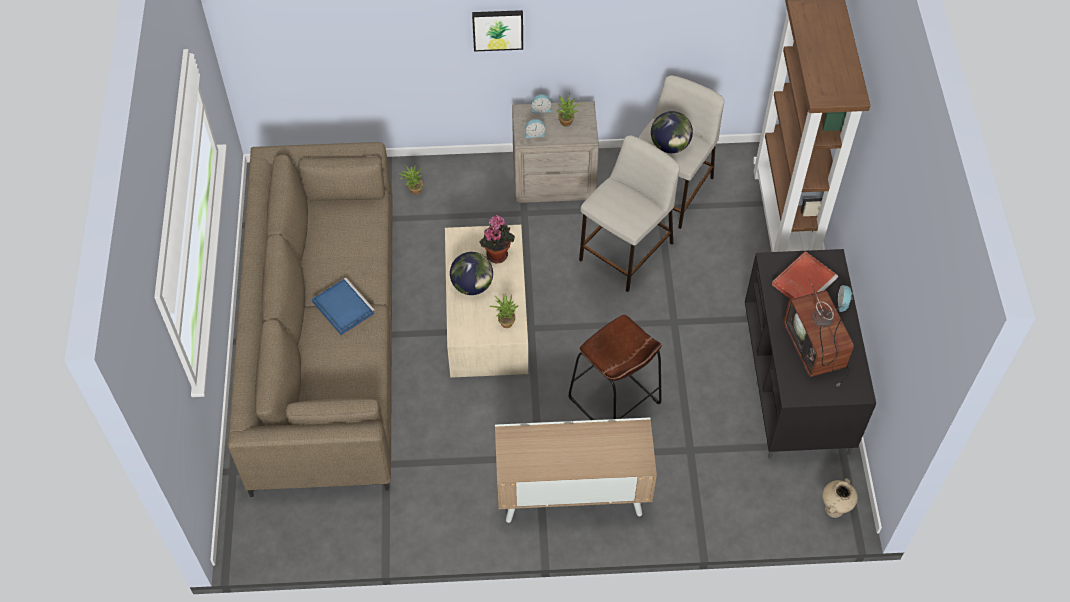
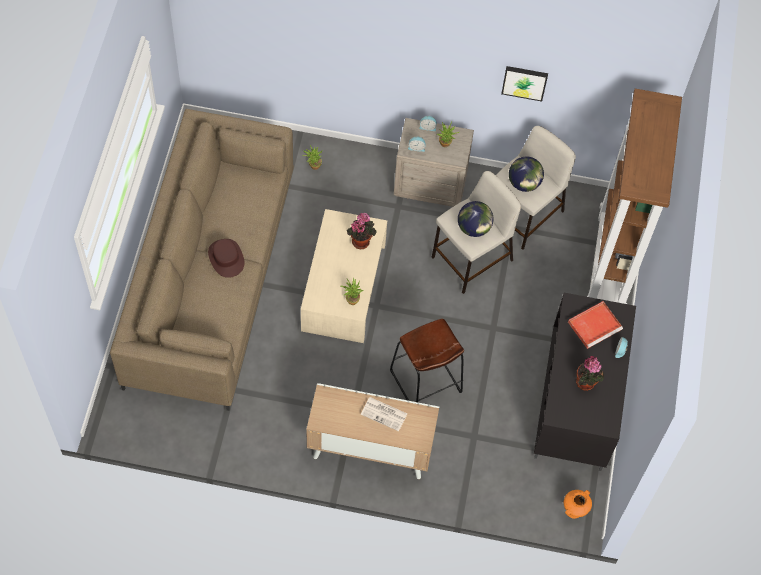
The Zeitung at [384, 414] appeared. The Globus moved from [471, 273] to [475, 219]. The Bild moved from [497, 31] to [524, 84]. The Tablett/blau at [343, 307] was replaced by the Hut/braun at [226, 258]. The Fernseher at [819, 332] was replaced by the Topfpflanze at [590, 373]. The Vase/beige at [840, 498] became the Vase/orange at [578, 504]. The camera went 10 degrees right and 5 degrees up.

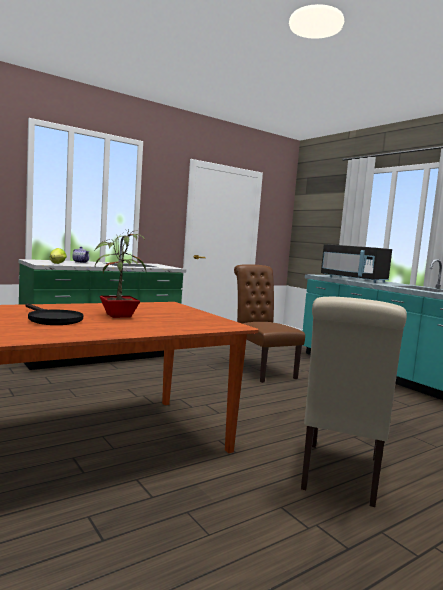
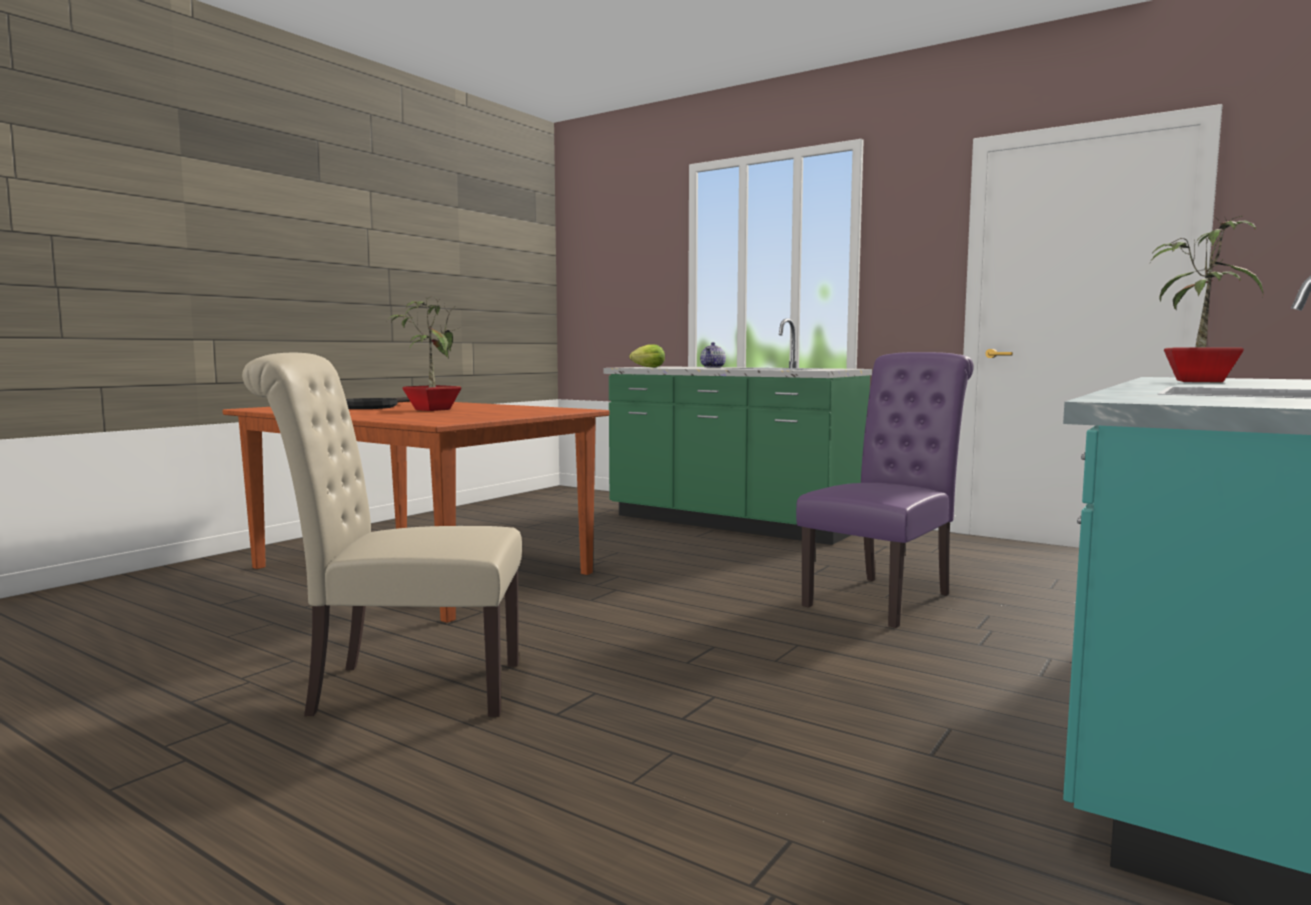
The Mikrowelle/schwarz at [356, 263] was replaced by the Topfpflanze at [1207, 299]. The Stuhl/braun at [269, 323] became the Stuhl/lila at [885, 490]. The camera went 70 degrees right and 0 degrees up.

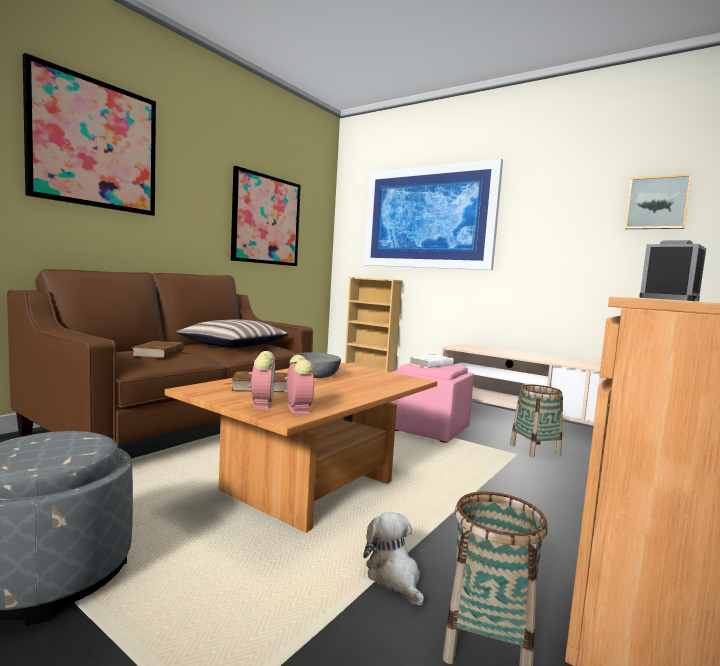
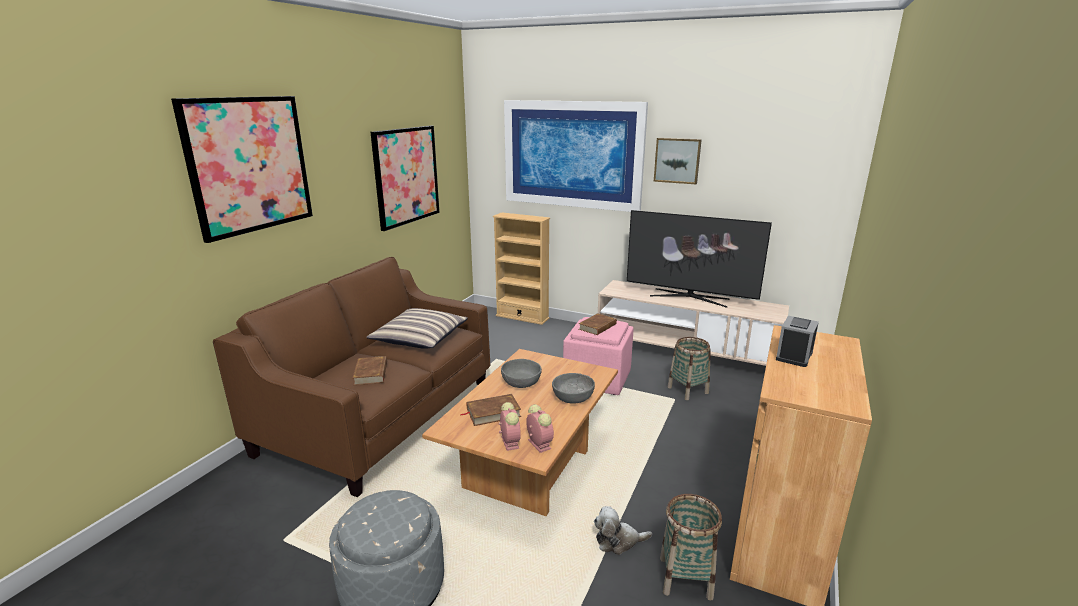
The Schüssel/grau at [573, 388] appeared. The Fernseher at [699, 259] appeared. The Bild moved from [658, 201] to [678, 161]. The Buch/weiß at [431, 361] became the Buch/braun at [598, 324]. The Plüschtier at [393, 559] turned 60 degrees counterclockwise. The camera went 10 degrees left and 15 degrees up.

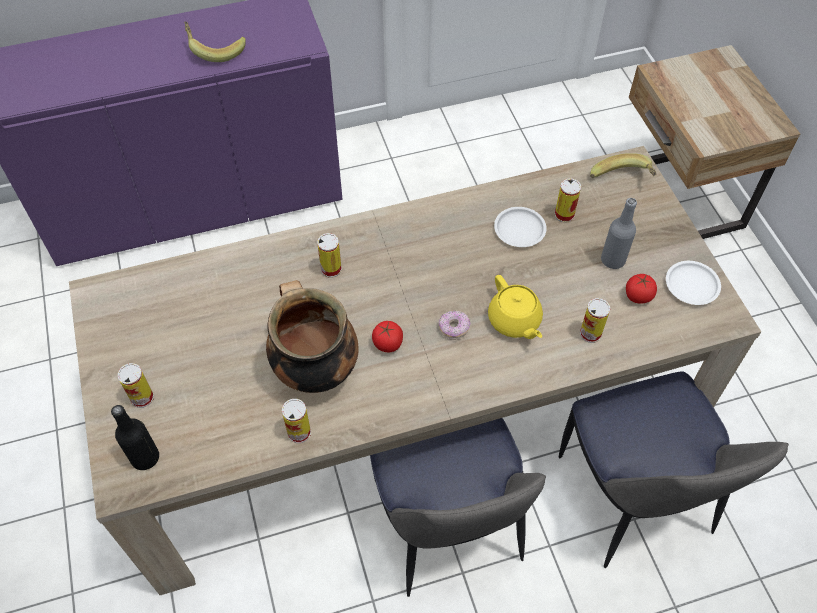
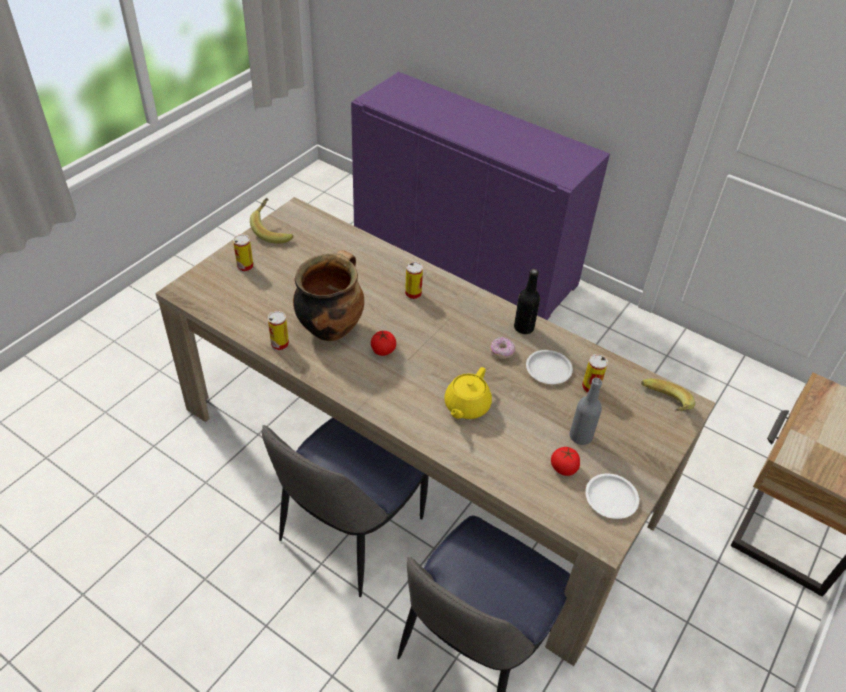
The Dose at [595, 320] disappeared. The Flasche/schwarz moved from [135, 437] to [527, 301]. The Banane moved from [215, 41] to [271, 221]. The Donut moved from [454, 325] to [502, 348]. The camera went 50 degrees right and 10 degrees down.

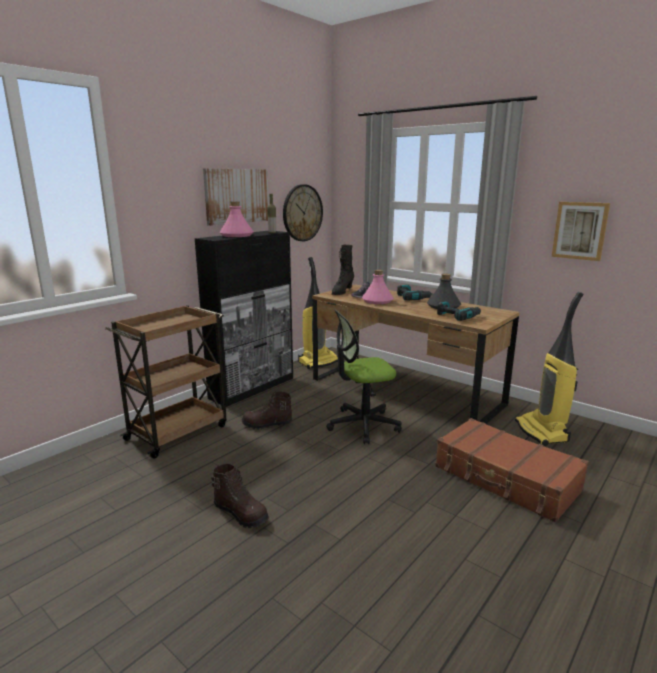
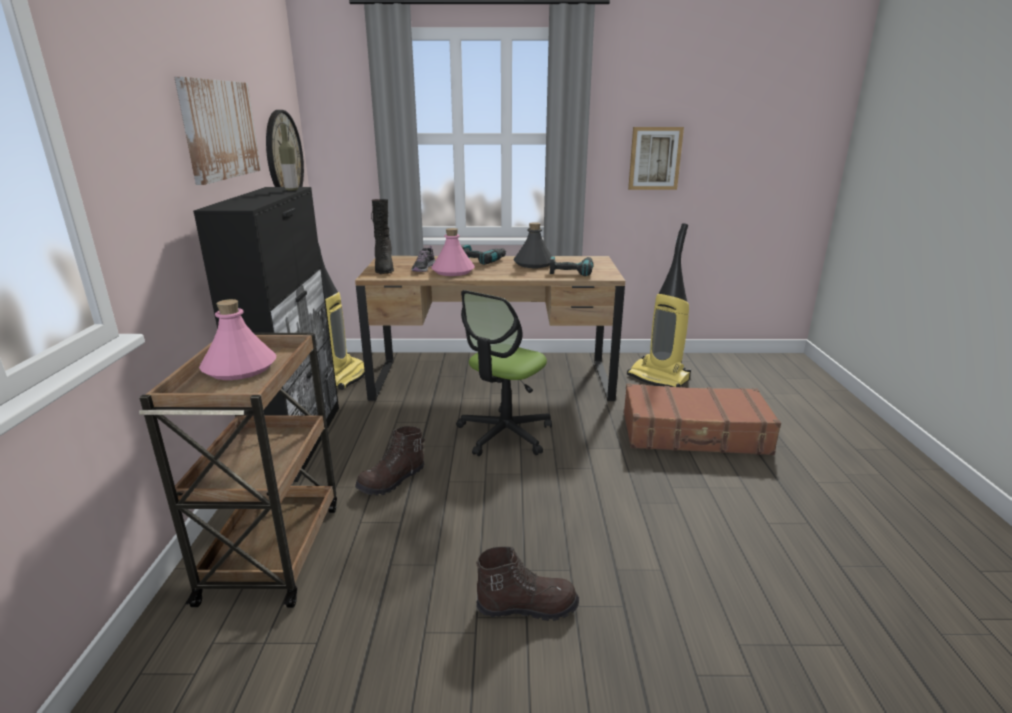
The Flasche/rosa moved from [237, 219] to [237, 339]. The camera went 40 degrees left and 5 degrees up.

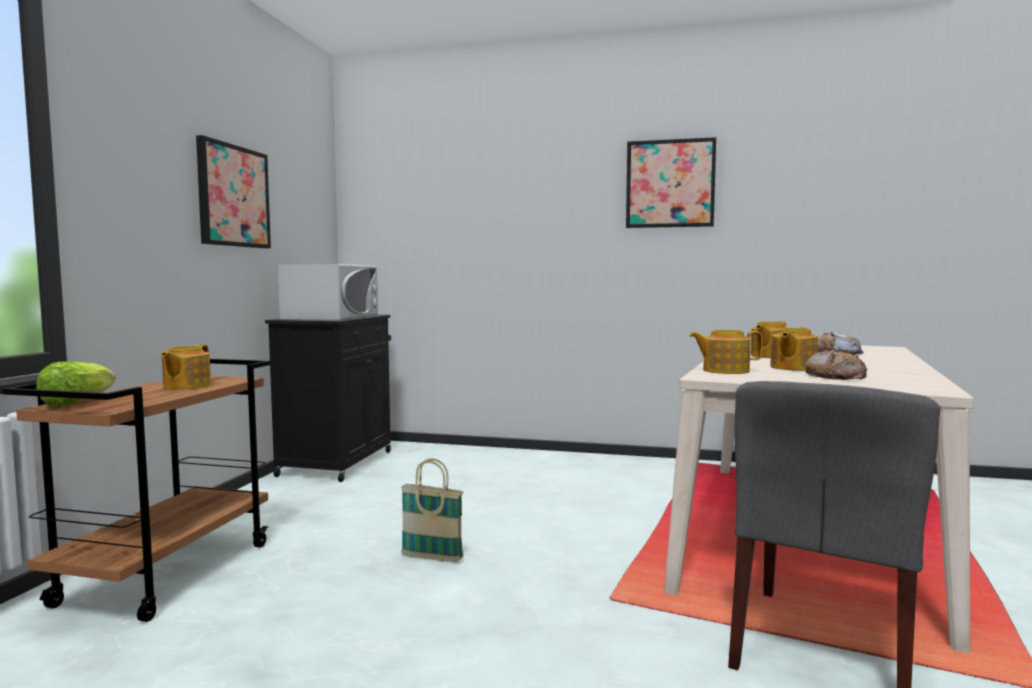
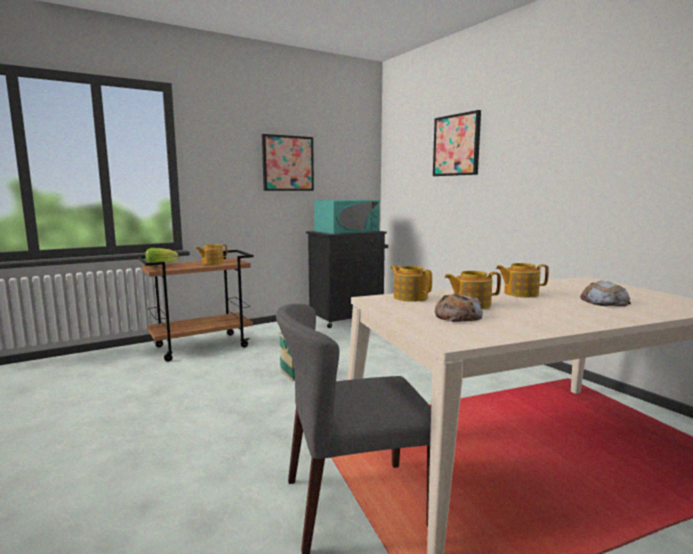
The Bild moved from [671, 182] to [457, 143]. The Mikrowelle/weiß at [328, 292] became the Mikrowelle/türkis at [347, 217]. The camera went 45 degrees right and 5 degrees up.

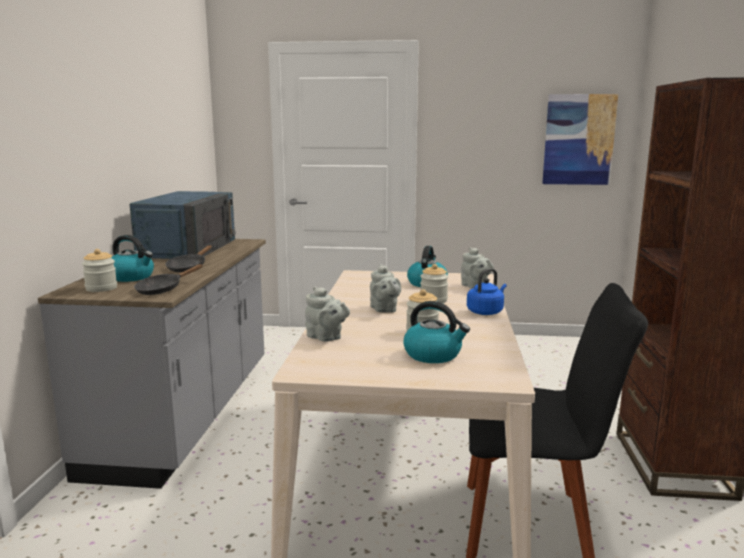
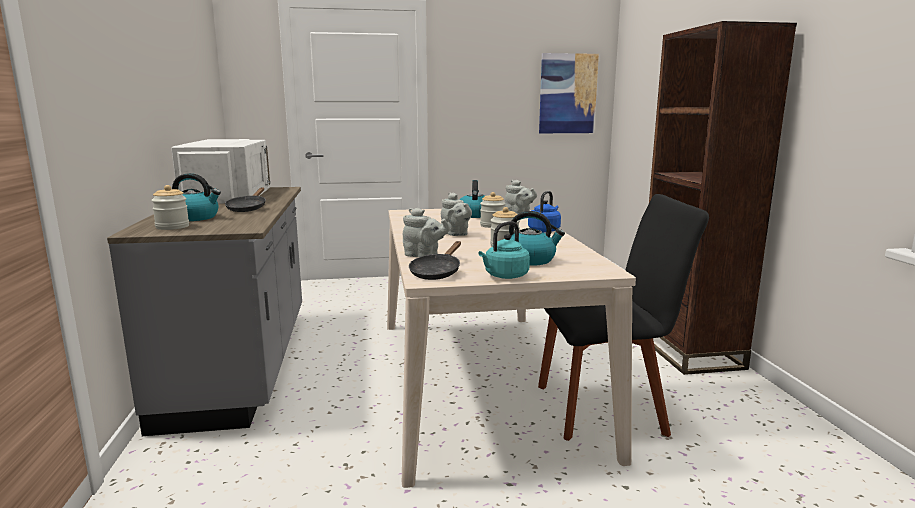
The Wasserkessel/türkis at [504, 250] appeared. The Pfanne/schwarz moved from [168, 279] to [435, 260]. The Mikrowelle/blau at [182, 225] became the Mikrowelle/weiß at [220, 171]. The camera went 15 degrees left and 0 degrees up.

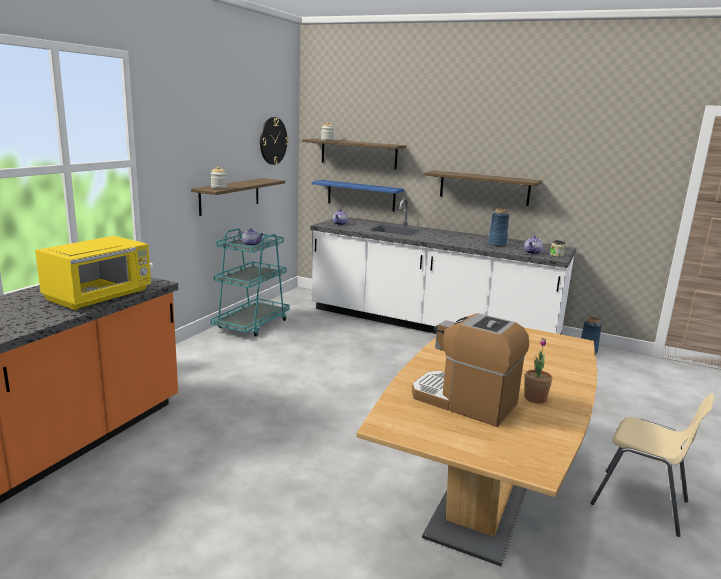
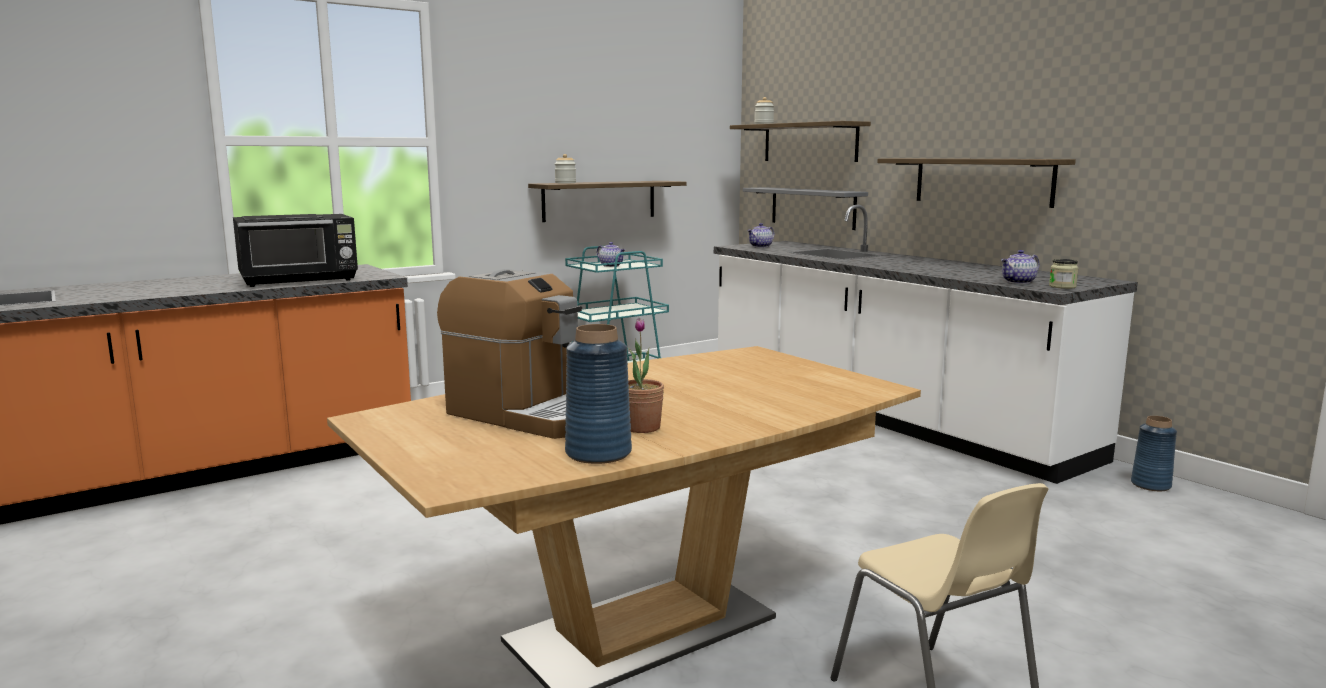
The Wanduhr at [274, 141] disappeared. The Vase/blau moved from [498, 227] to [598, 394]. The Mikrowelle/gelb at [93, 273] became the Mikrowelle/schwarz at [295, 250]. The Wandregal/blau at [358, 196] became the Wandregal/grau at [805, 208]. The Kaffeemaschine at [470, 370] turned 150 degrees clockwise. The camera went 30 degrees right and 5 degrees down.

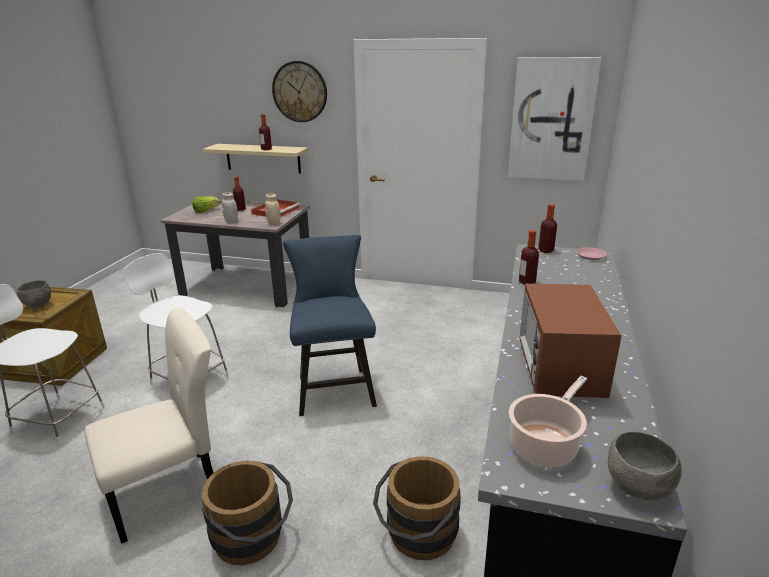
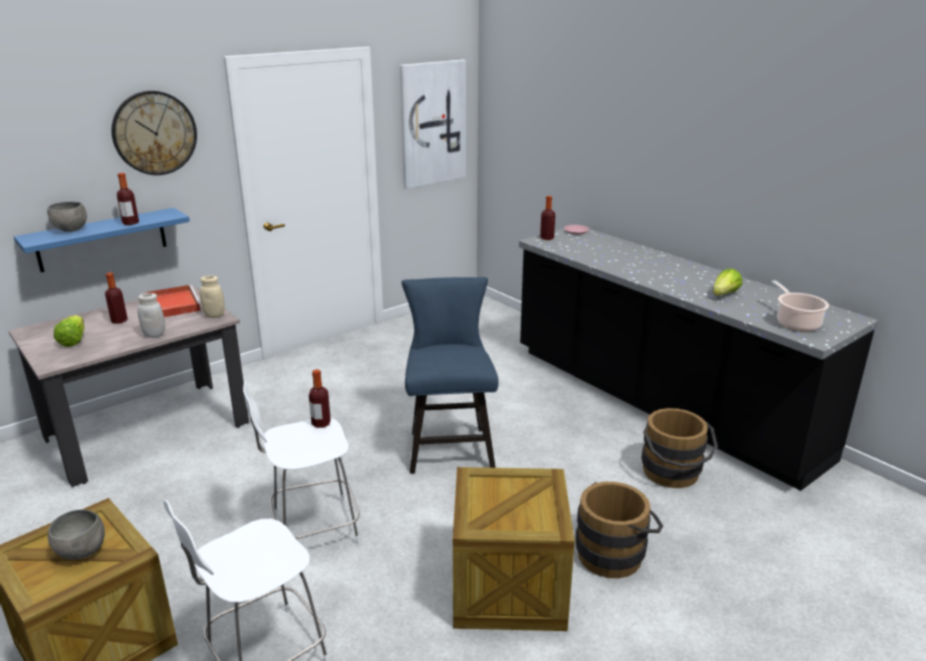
The Flasche moved from [529, 257] to [320, 399]. The Schüssel/grau moved from [645, 466] to [67, 217]. The Stuhl/beige at [149, 426] was replaced by the Kiste at [514, 549]. The Mikrowelle at [570, 341] was replaced by the Salatkopf at [727, 282]. The Wandregal/beige at [255, 159] became the Wandregal/blau at [102, 240]. The Stuhl/blau at [330, 325] turned 60 degrees clockwise. The camera went 55 degrees left and 0 degrees up.

